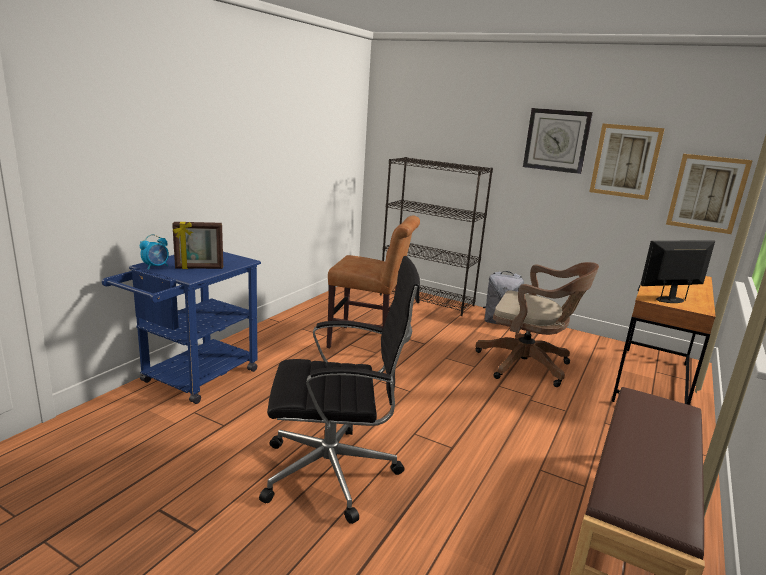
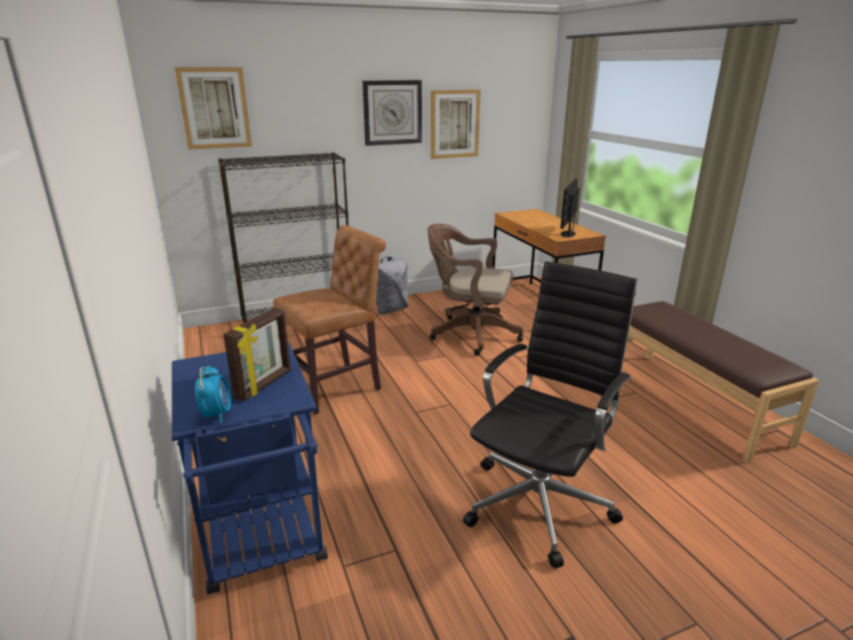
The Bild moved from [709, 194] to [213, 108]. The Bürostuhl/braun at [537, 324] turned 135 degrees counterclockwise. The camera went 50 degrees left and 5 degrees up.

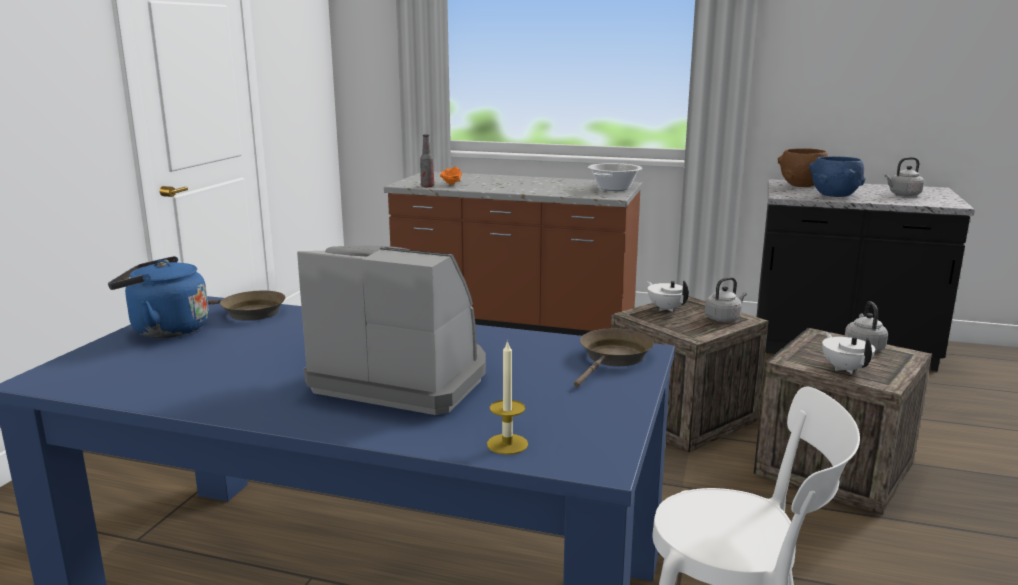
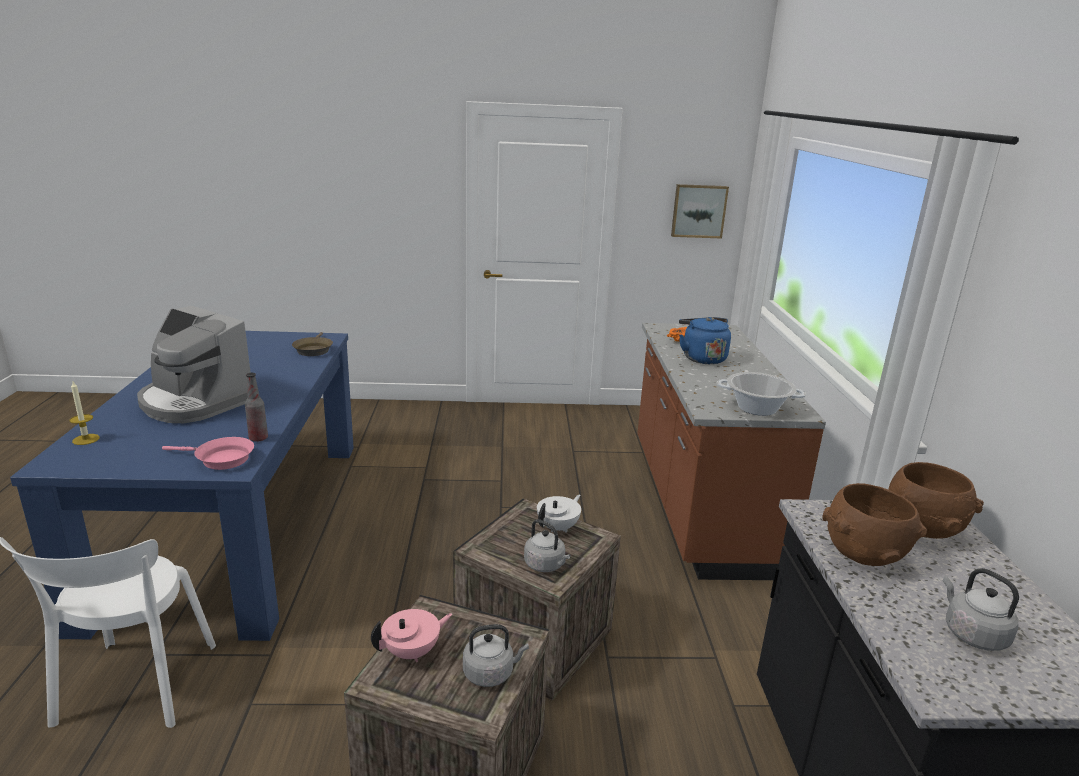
The Bild at [700, 211] appeared. The Wasserkessel/blau moved from [158, 297] to [705, 340]. The Flasche moved from [427, 160] to [256, 407]. The Pfanne/braun at [614, 358] became the Pfanne/rosa at [208, 453]. The Schüssel/blau at [837, 176] became the Schüssel/braun at [874, 524]. The Teekanne/weiß at [848, 353] became the Teekanne/rosa at [412, 635]. The Kaffeemaschine at [391, 330] turned 120 degrees clockwise. The camera went 70 degrees right and 5 degrees up.

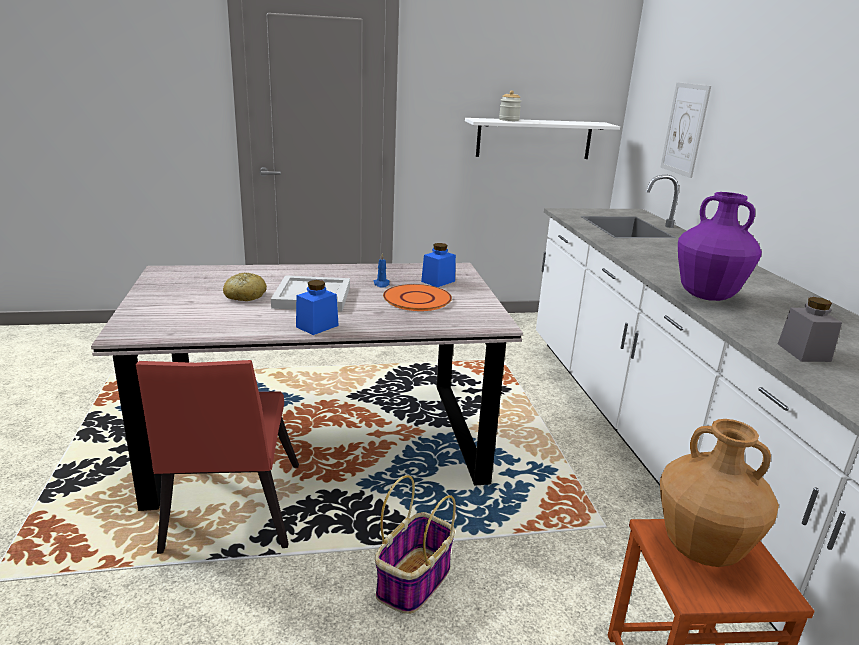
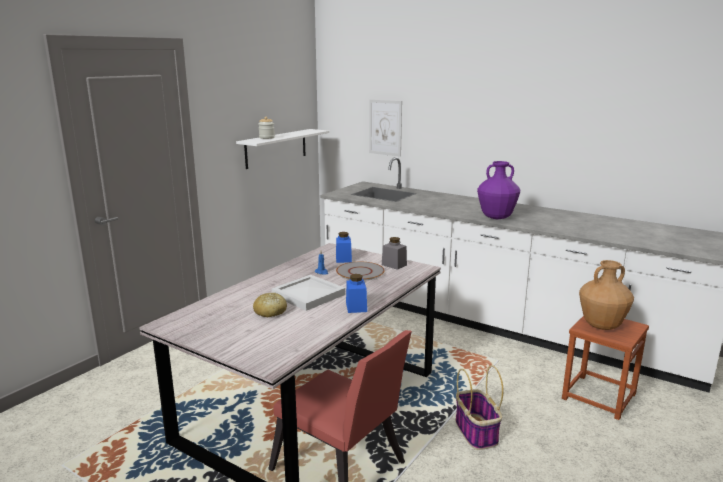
The Vorratsglas/grau moved from [810, 329] to [394, 253]. The Teller/orange at [417, 297] became the Teller/grau at [360, 271]. The camera went 45 degrees left and 5 degrees down.

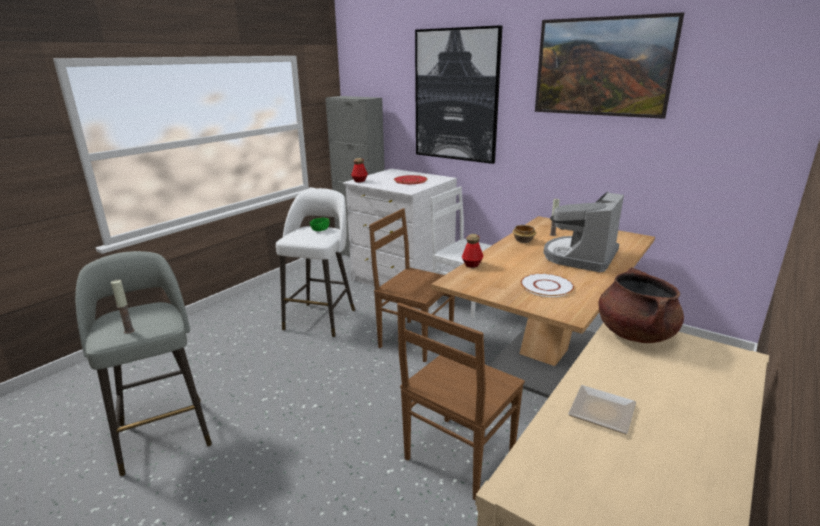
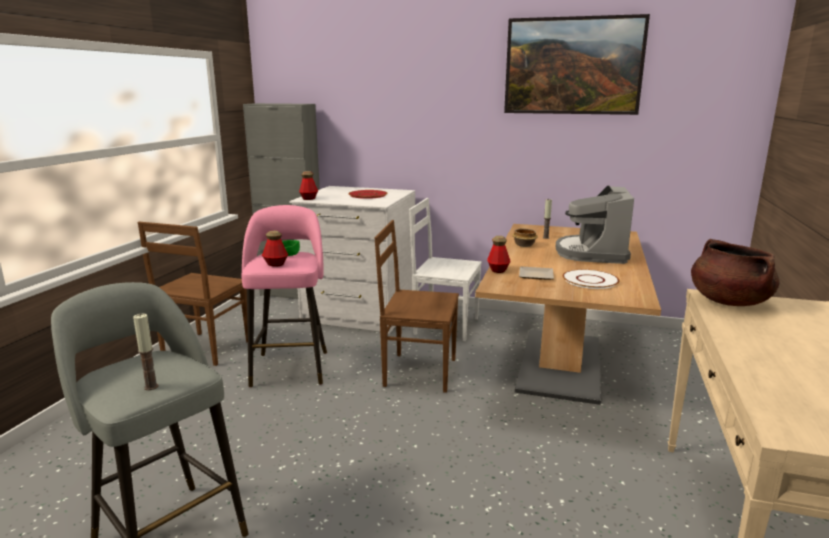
The Bild at [458, 94] disappeared. The Flasche at [275, 249] appeared. The Stuhl/braun moved from [461, 401] to [193, 294]. The Teller moved from [602, 409] to [536, 273]. The Hocker/weiß at [315, 262] became the Hocker/rosa at [284, 296]. The camera went 20 degrees left and 5 degrees down.

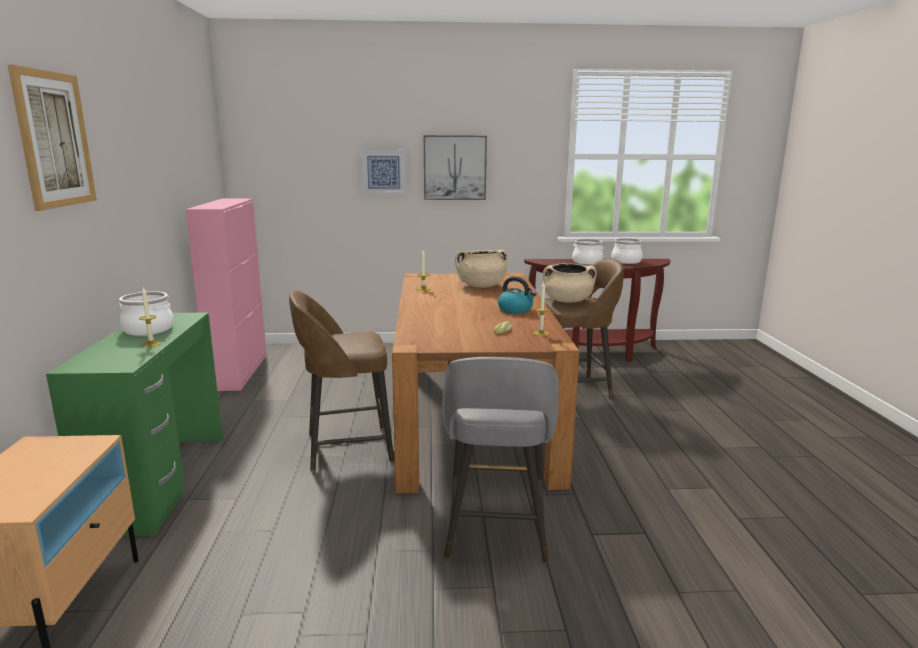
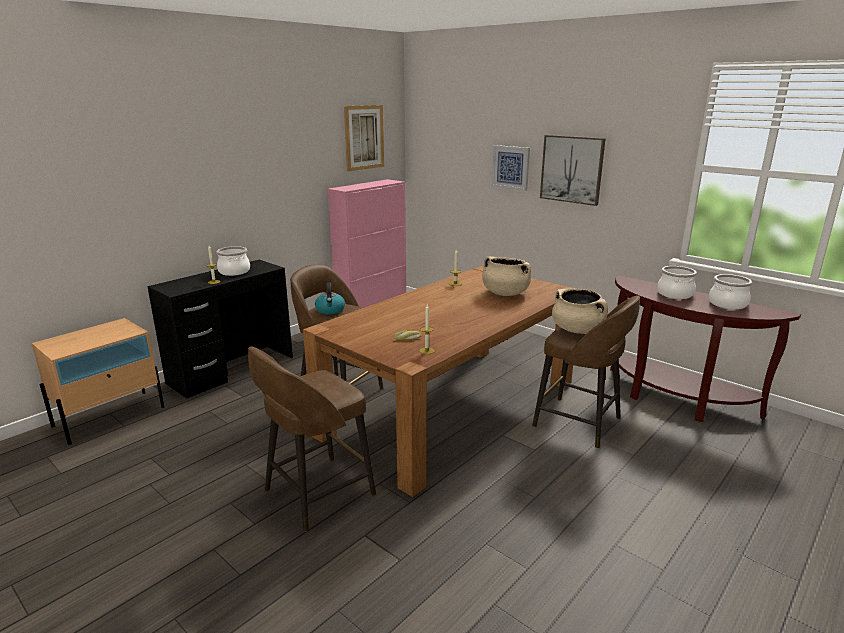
The Bild moved from [52, 138] to [364, 138]. The Wasserkessel moved from [517, 295] to [330, 298]. The Schreibtisch/grün at [134, 424] became the Schreibtisch/schwarz at [220, 329]. The Hocker/grau at [501, 460] became the Hocker/braun at [312, 439]. The camera went 45 degrees right and 5 degrees up.

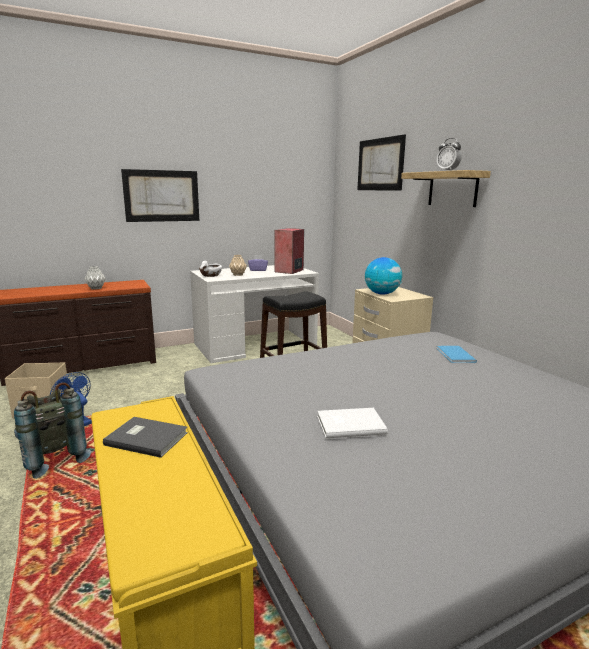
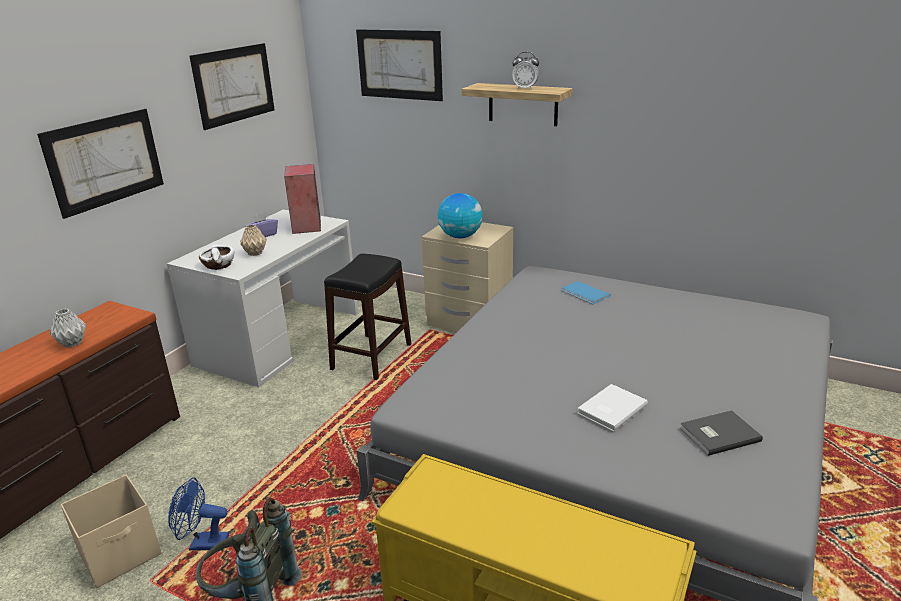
The Bild at [232, 86] appeared. The Buch/grau moved from [145, 437] to [721, 433]. The camera went 35 degrees left and 10 degrees up.

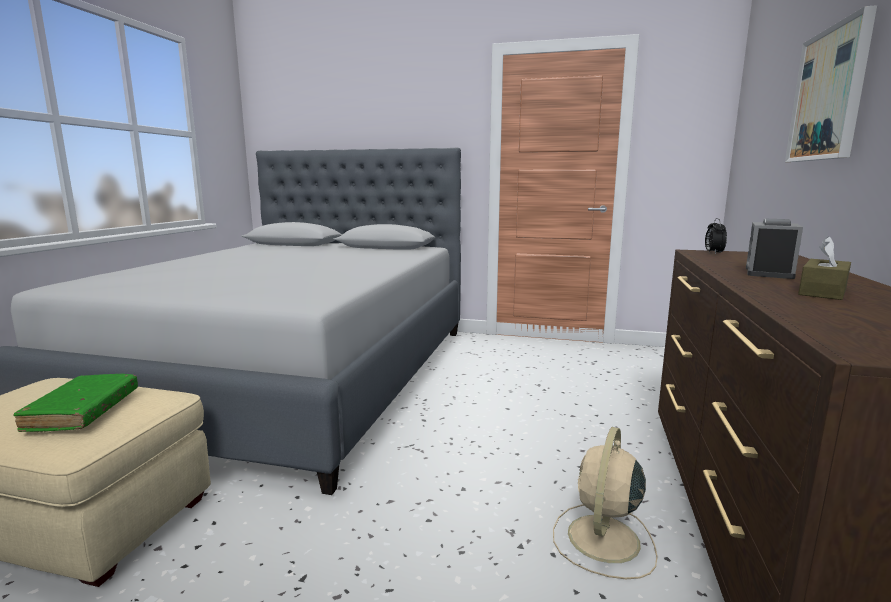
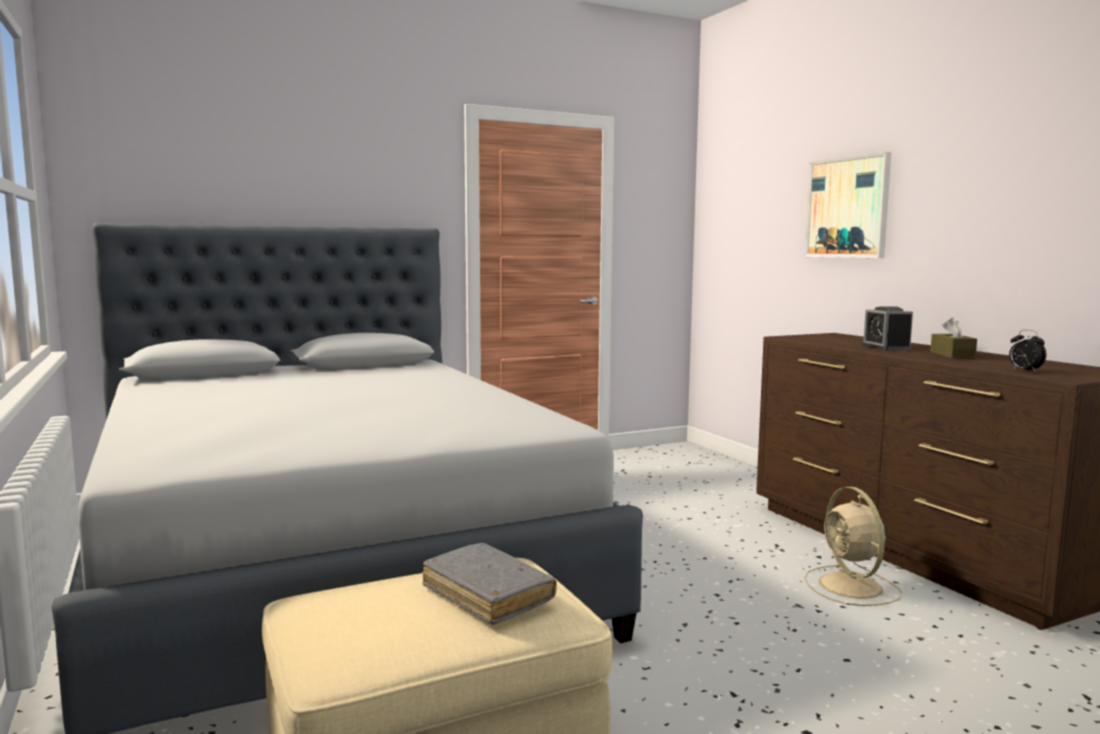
The Wecker moved from [716, 236] to [1028, 351]. The Buch/grün at [75, 403] became the Buch/grau at [489, 584]. The camera went 40 degrees left and 5 degrees down.

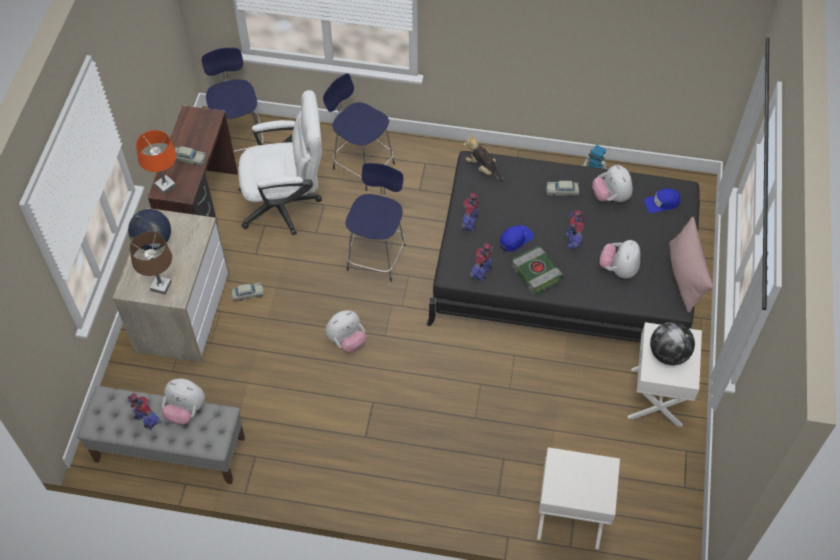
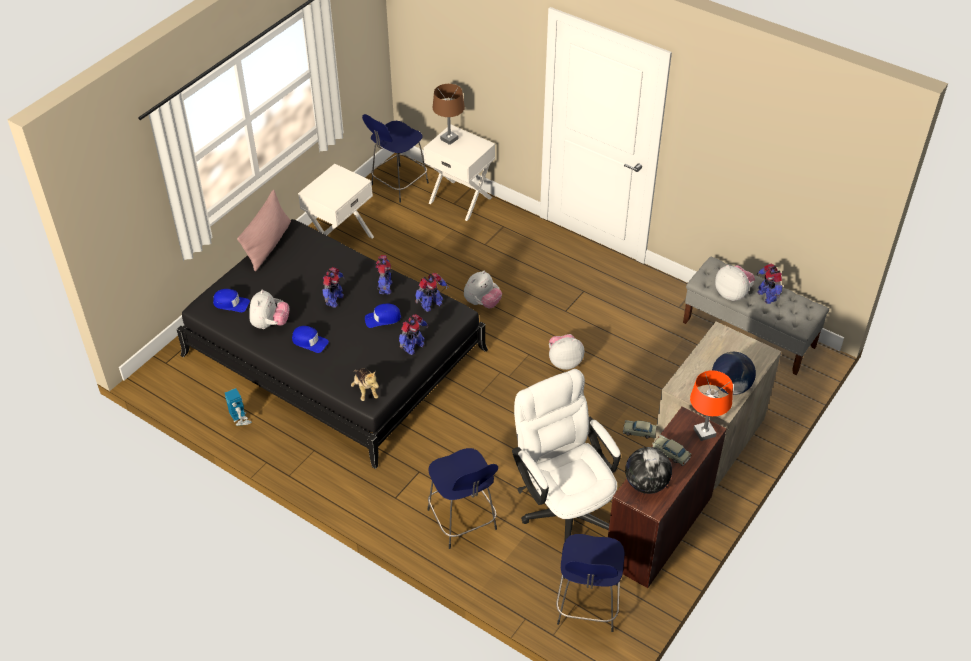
The Tischlampe/braun moved from [151, 263] to [449, 114]. The Hocker/blau moved from [375, 222] to [395, 158]. The Plüschtier moved from [619, 259] to [483, 289]. The Globus moved from [672, 343] to [648, 470]. The Buch at [538, 270] was replaced by the Spielzeugroboter at [384, 275]. The Spielzeugauto/beige at [563, 189] was replaced by the Kappe/blau at [310, 339]. The Bürostuhl/weiß at [280, 162] turned 45 degrees clockwise. The camera went 155 degrees left and 10 degrees down.

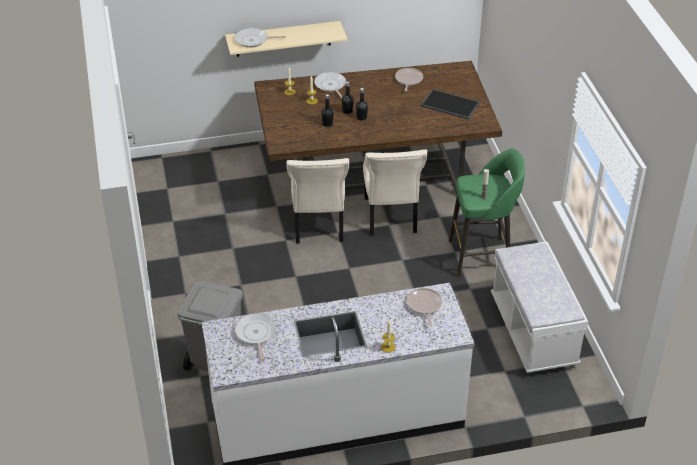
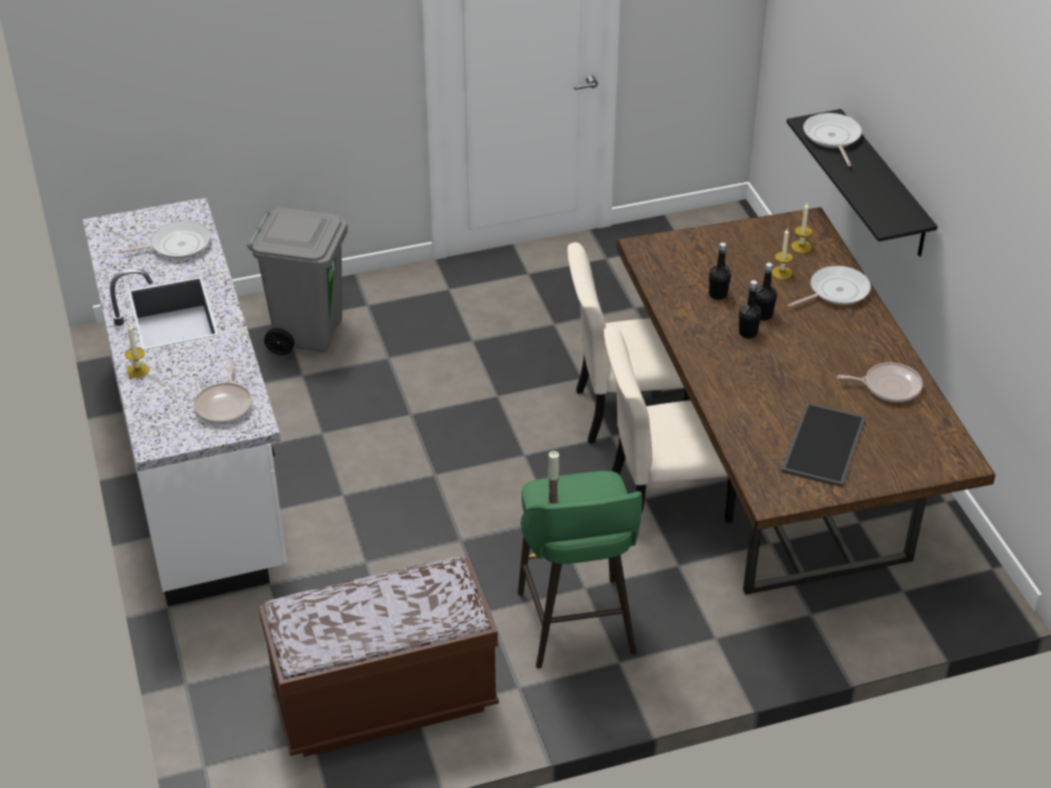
The Wandregal/beige at [286, 39] became the Wandregal/schwarz at [862, 183]. The Bank/weiß at [539, 307] became the Bank/braun at [379, 656]. The Pfanne at [424, 307] turned 105 degrees clockwise. The camera went 85 degrees right and 0 degrees up.

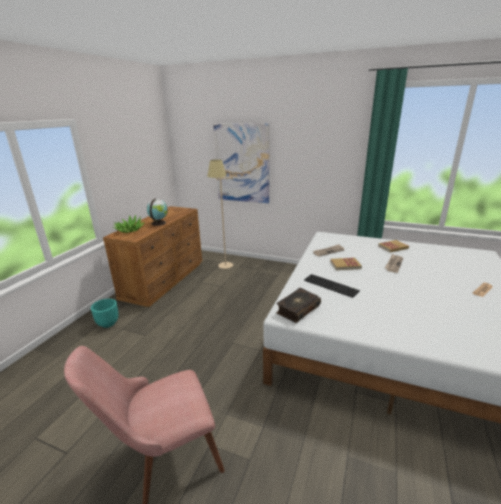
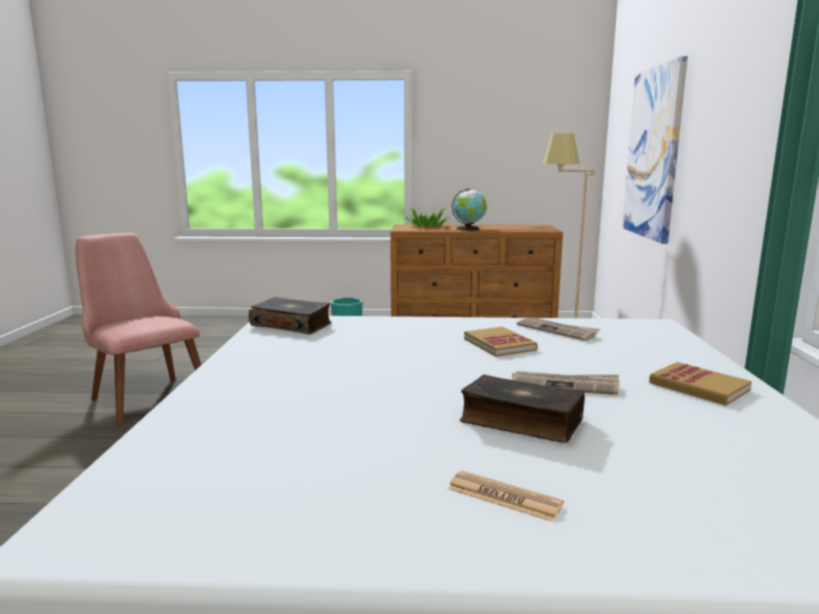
The Tastatur at [332, 286] disappeared. The Buch at [522, 409] appeared. The camera went 70 degrees right and 10 degrees down.

